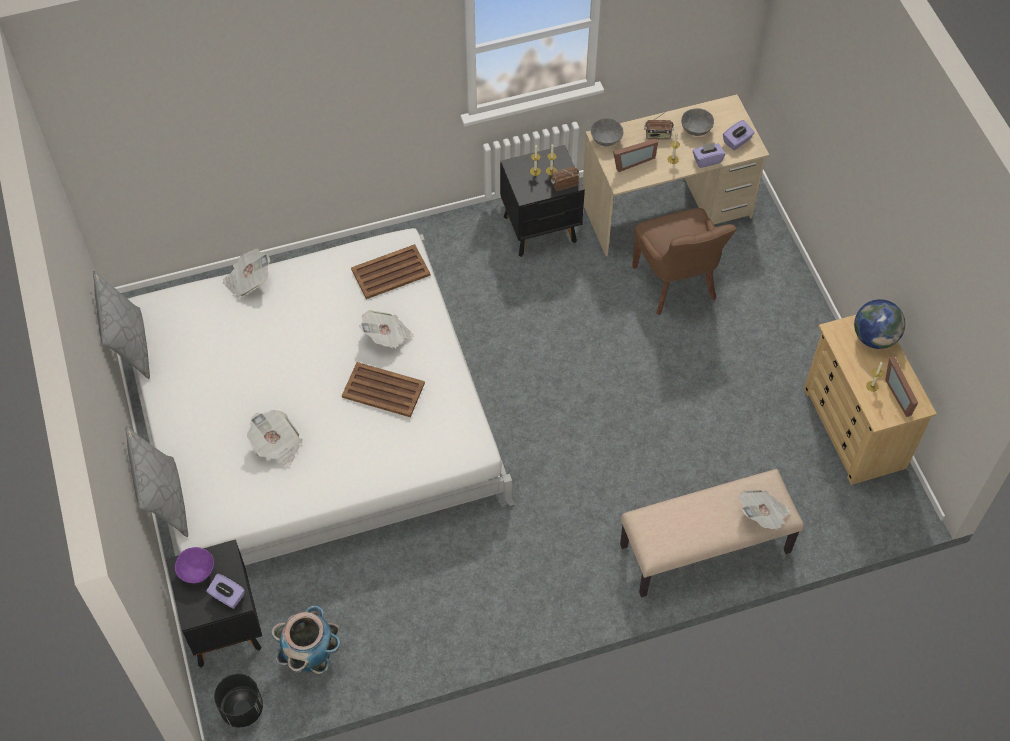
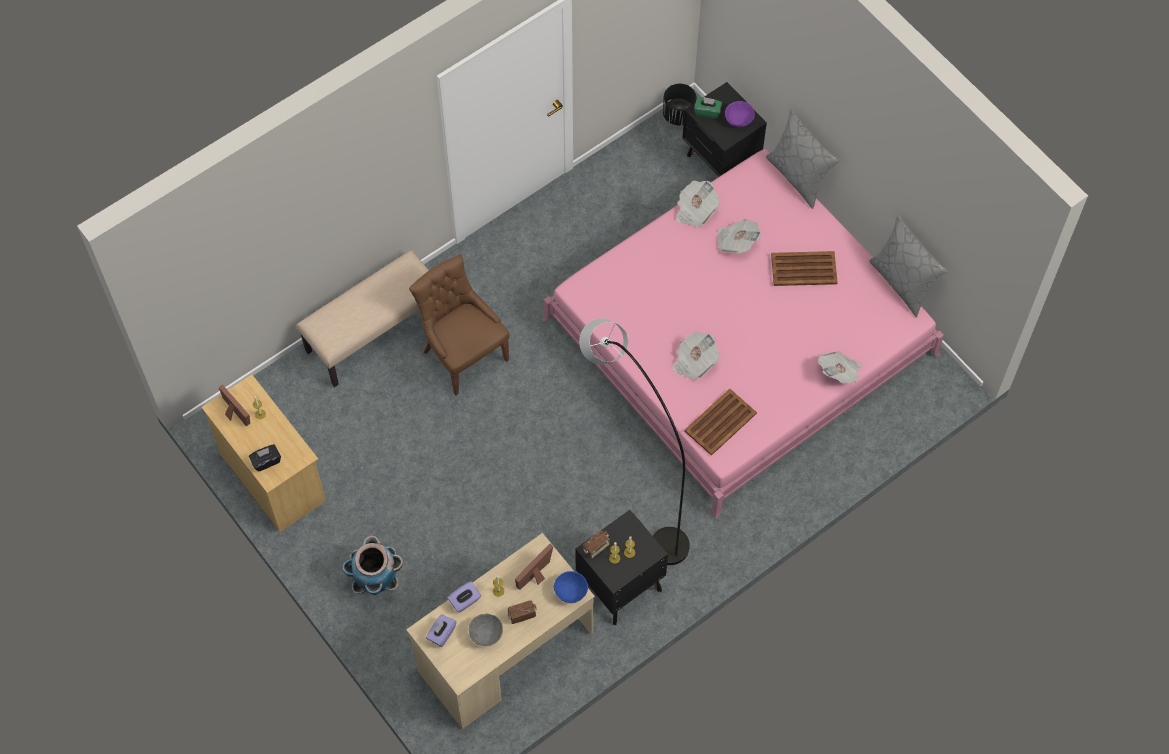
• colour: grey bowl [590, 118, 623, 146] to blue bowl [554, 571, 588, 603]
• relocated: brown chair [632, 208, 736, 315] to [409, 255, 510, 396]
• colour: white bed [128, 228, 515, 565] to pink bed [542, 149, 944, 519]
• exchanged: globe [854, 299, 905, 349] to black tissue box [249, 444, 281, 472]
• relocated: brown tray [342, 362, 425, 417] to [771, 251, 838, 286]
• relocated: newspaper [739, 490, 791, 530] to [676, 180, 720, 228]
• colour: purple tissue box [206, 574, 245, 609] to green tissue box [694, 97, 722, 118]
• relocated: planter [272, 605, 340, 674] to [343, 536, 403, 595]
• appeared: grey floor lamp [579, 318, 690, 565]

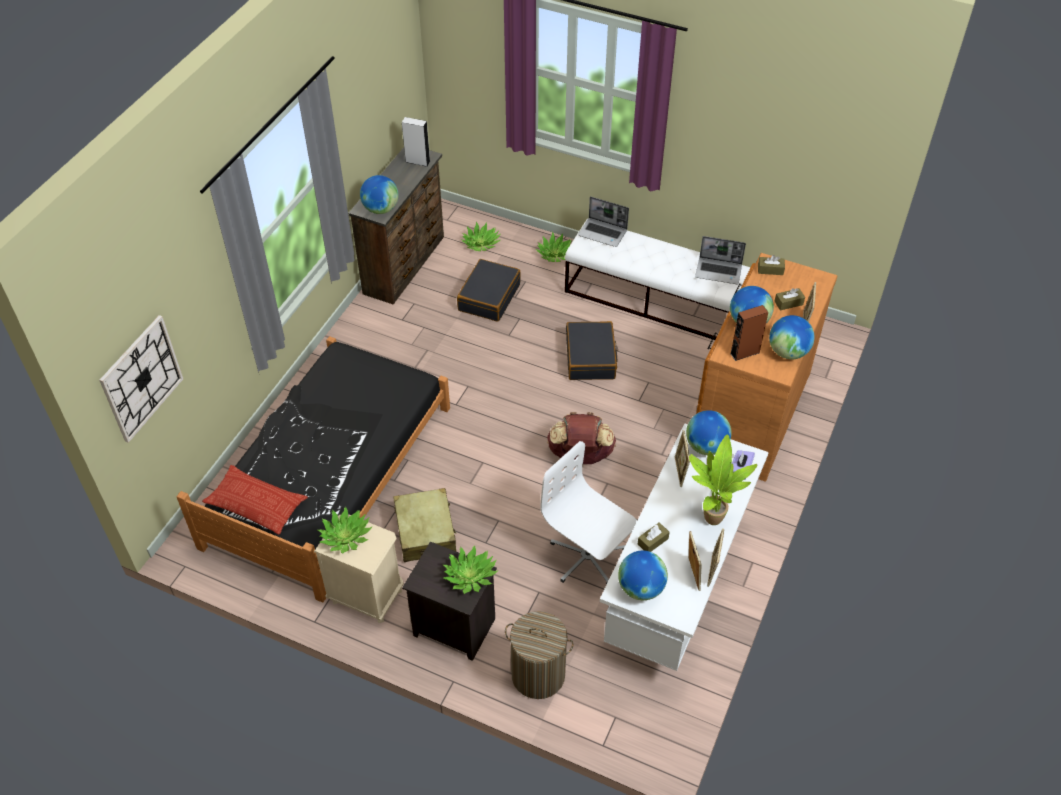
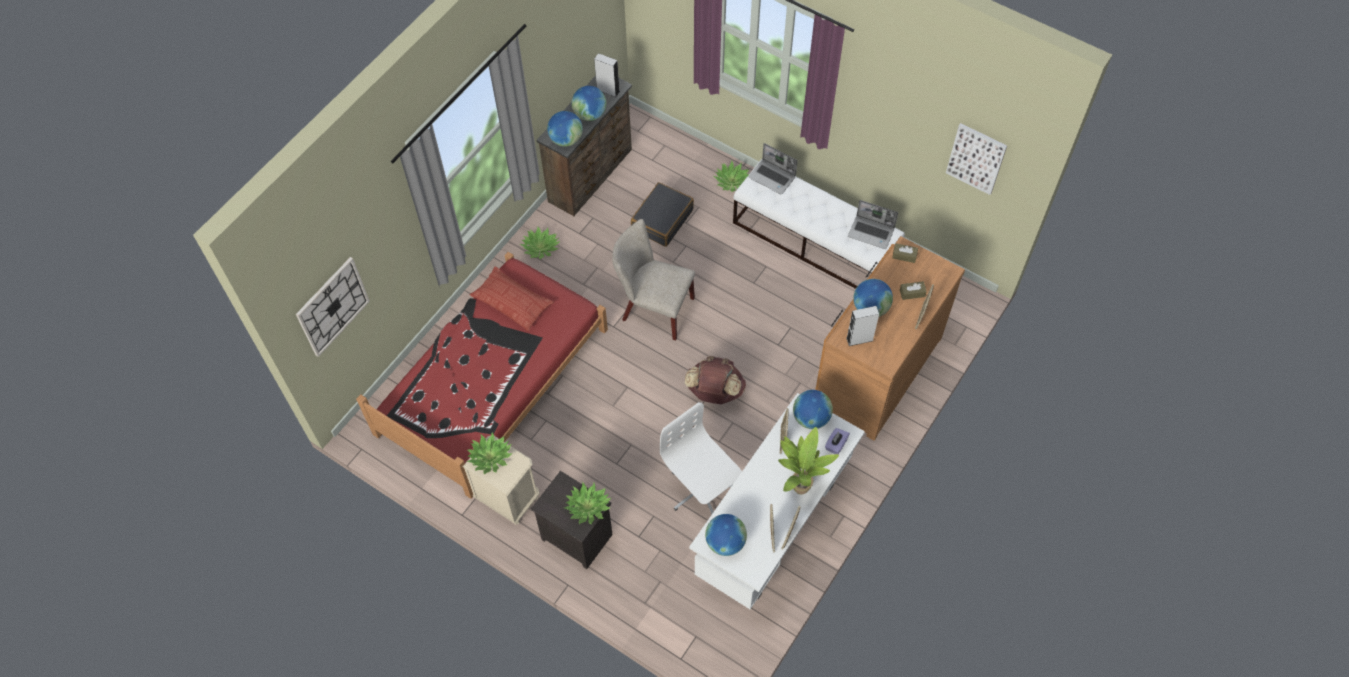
• relocated: potted plant [462, 222, 500, 251] to [520, 226, 560, 259]
• colour: brown speaker [730, 305, 768, 361] to grey speaker [846, 306, 879, 346]
• relocated: globe [769, 315, 815, 359] to [572, 86, 606, 121]
• missing: black suitcase [566, 321, 618, 380]
• colour: black bed [176, 336, 450, 603] to red bed [356, 252, 608, 499]
• relocated: pillow [202, 465, 308, 535] to [470, 266, 554, 331]
• missing: beige suitcase [393, 488, 456, 562]
• missing: brown tissue box [638, 522, 670, 552]
• missing: laundry basket [505, 611, 574, 699]
• appeared: picture [946, 123, 1007, 195]
• appeared: beige chair [612, 219, 695, 340]

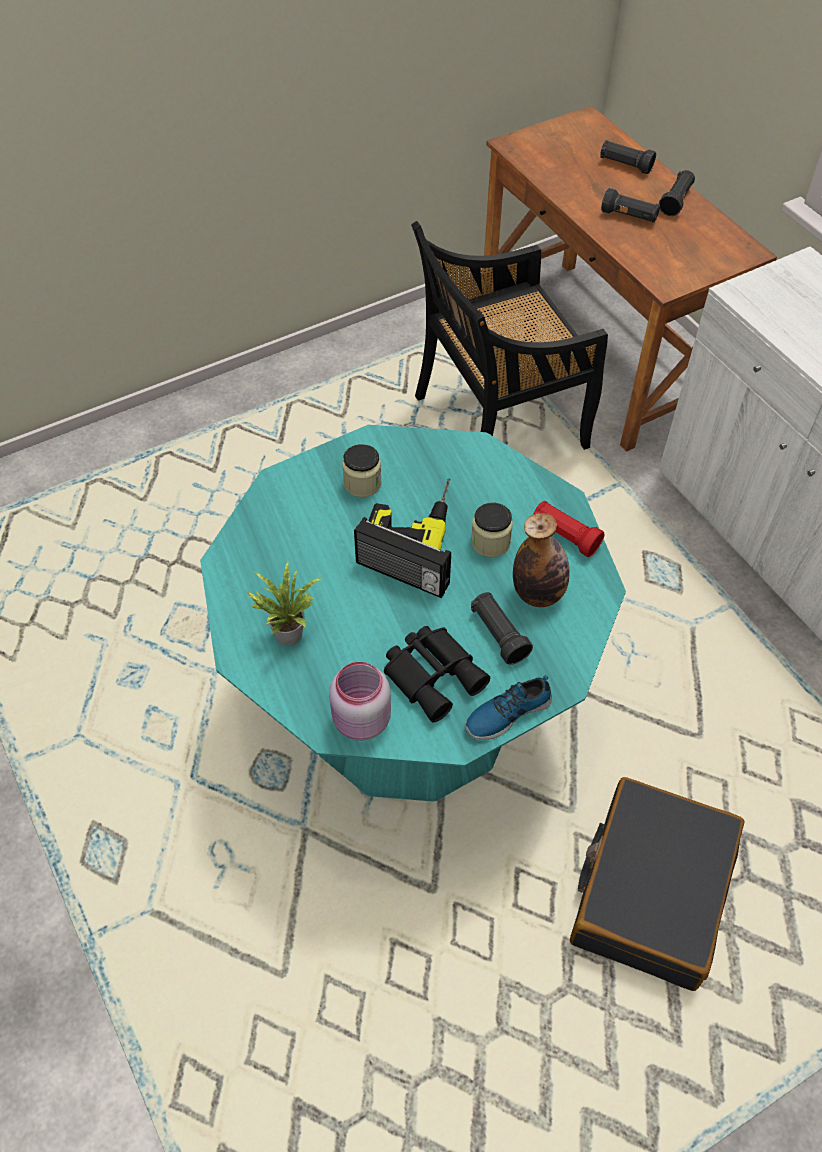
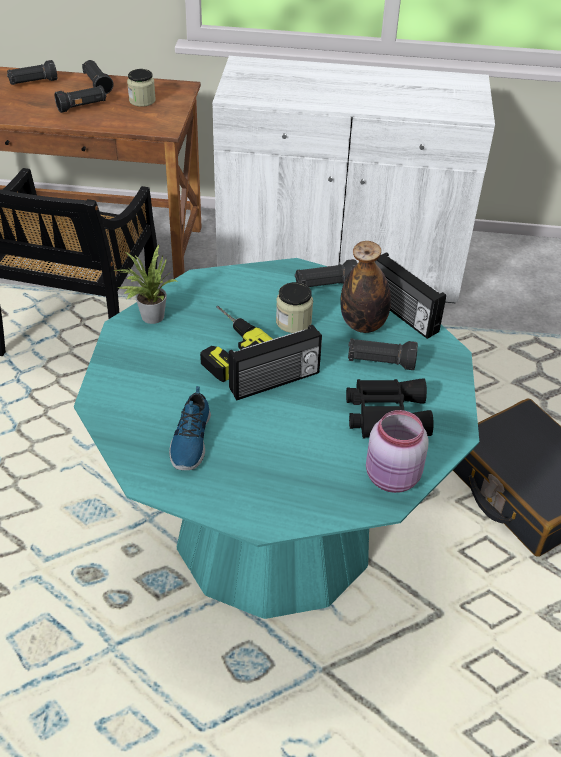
• relocated: jar [342, 444, 382, 497] to [127, 69, 156, 107]
• colour: red flashlight [533, 501, 605, 557] to black flashlight [295, 259, 358, 287]
• relocated: potted plant [246, 560, 323, 646] to [114, 245, 178, 324]
• relocated: shoe [465, 675, 552, 740] to [169, 386, 211, 470]
• appeared: radio [375, 252, 446, 339]

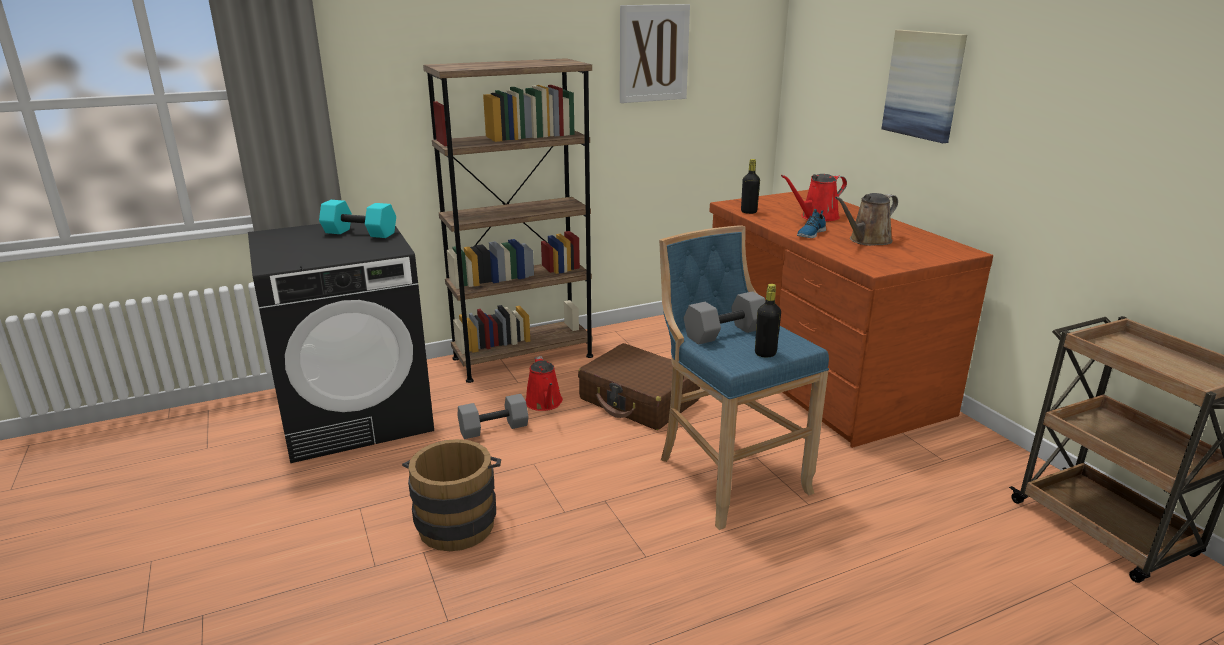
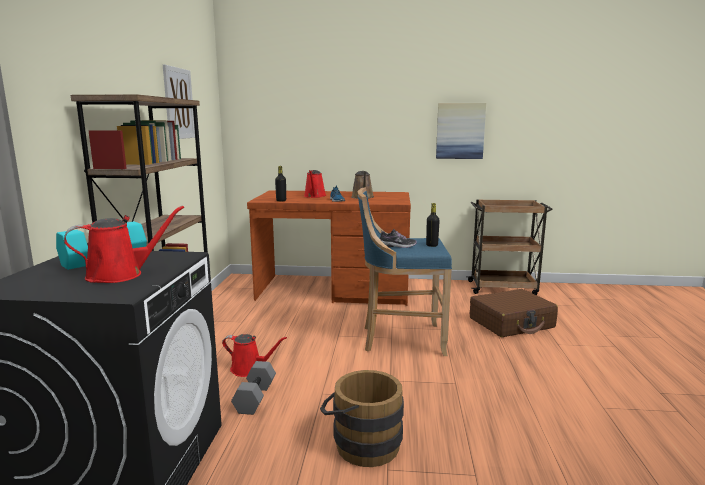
• relocated: picture [882, 30, 967, 143] to [436, 103, 486, 159]
• exchanged: grey dumbbell [684, 291, 765, 345] to shoe [380, 229, 417, 248]
• relocated: brown suitcase [578, 343, 700, 430] to [470, 289, 558, 337]
• appeared: red watering can [64, 206, 184, 283]

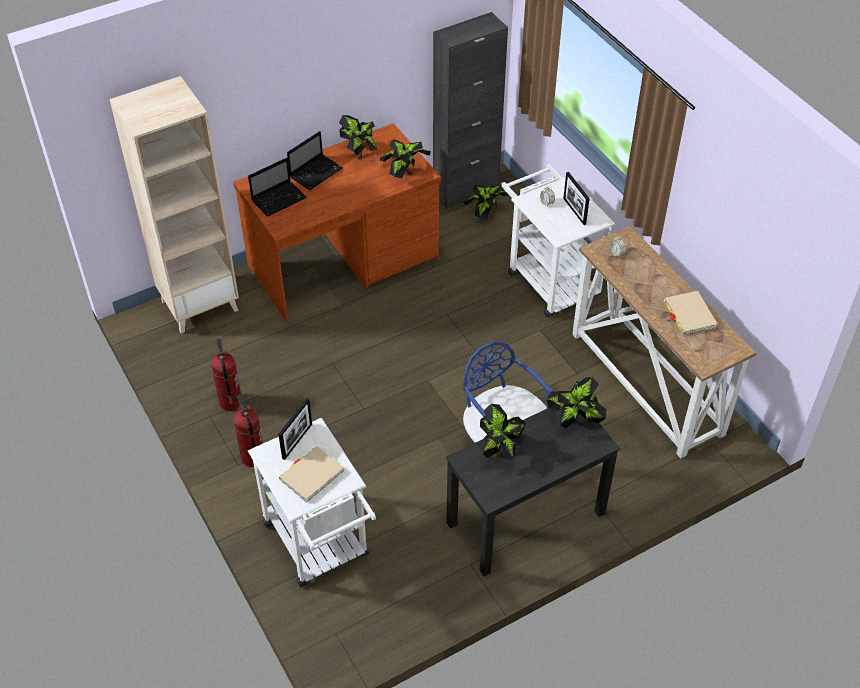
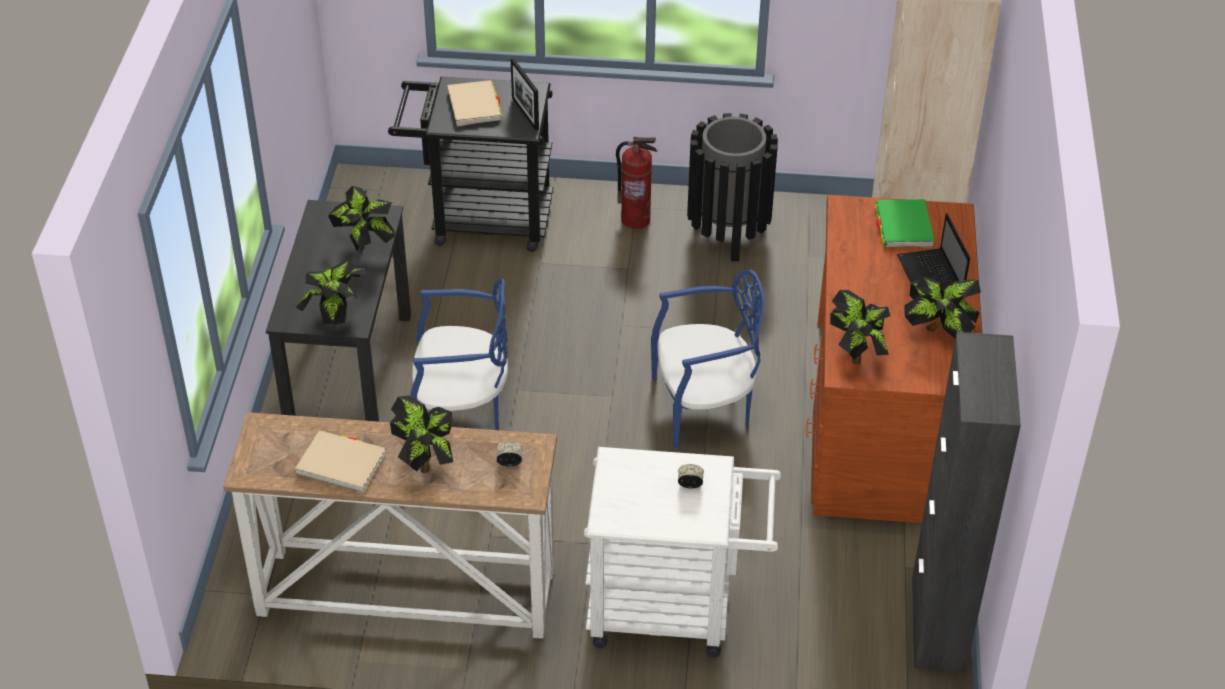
• exchanged: laptop [248, 158, 307, 217] to green book [875, 199, 934, 247]
• missing: picture frame [563, 172, 590, 225]
• relocated: potted plant [463, 185, 509, 219] to [390, 396, 453, 473]
• exchanged: fire extinguisher [211, 338, 241, 411] to black trash can [687, 113, 778, 262]
• colour: white cart [248, 418, 376, 587] to black cart [388, 76, 553, 252]
• appeared: blue chair [651, 270, 765, 448]

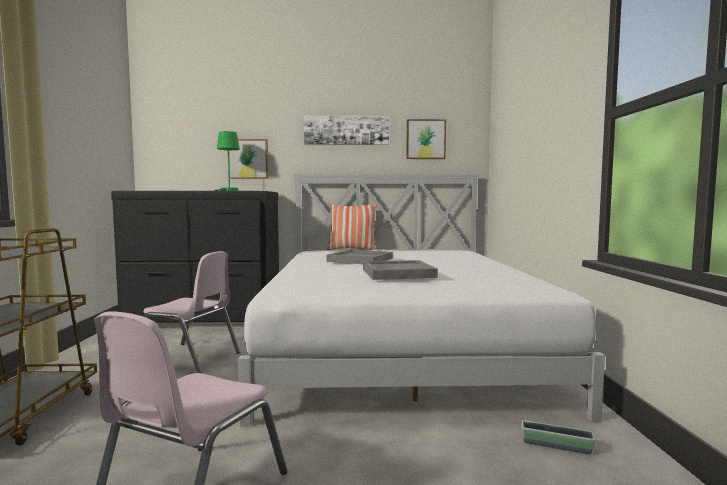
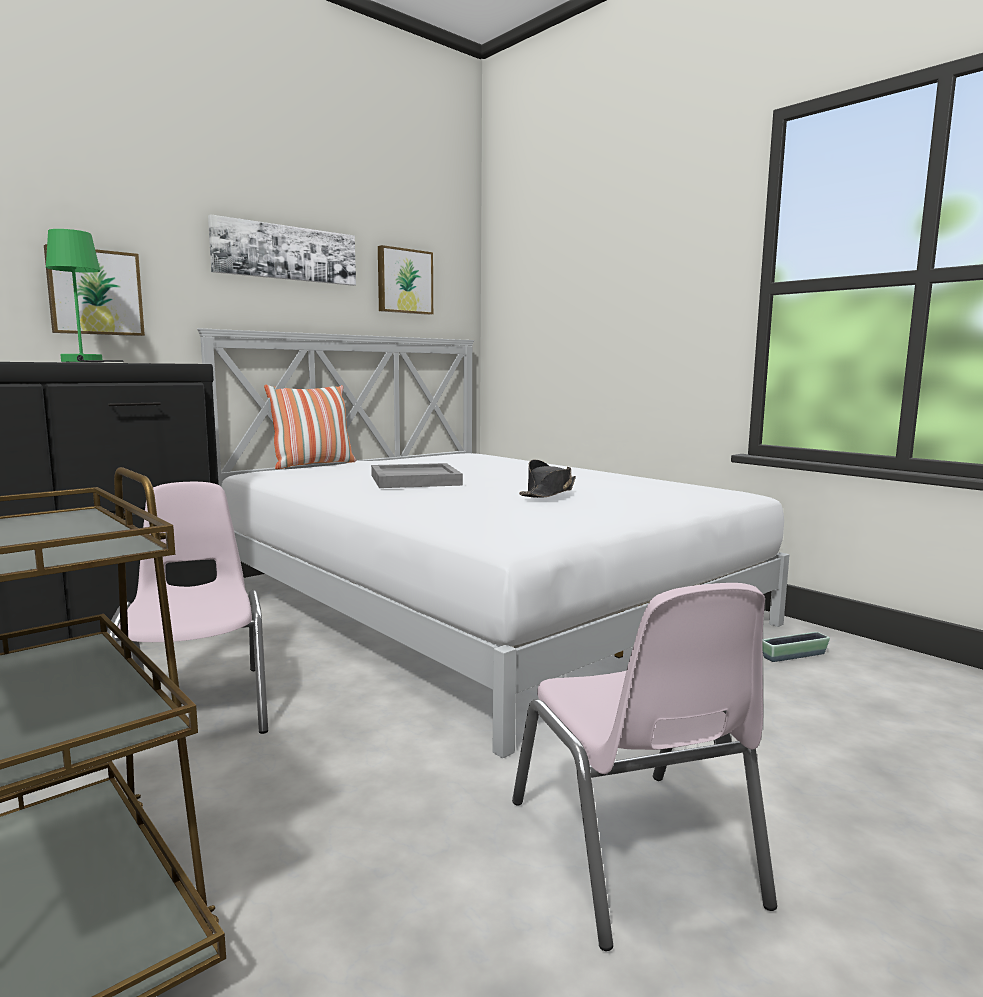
• spun: pink chair [143, 251, 241, 373] = [107, 482, 268, 734] 90 degrees counterclockwise
• exchanged: grey tray [363, 260, 438, 280] to black hat [519, 460, 576, 498]

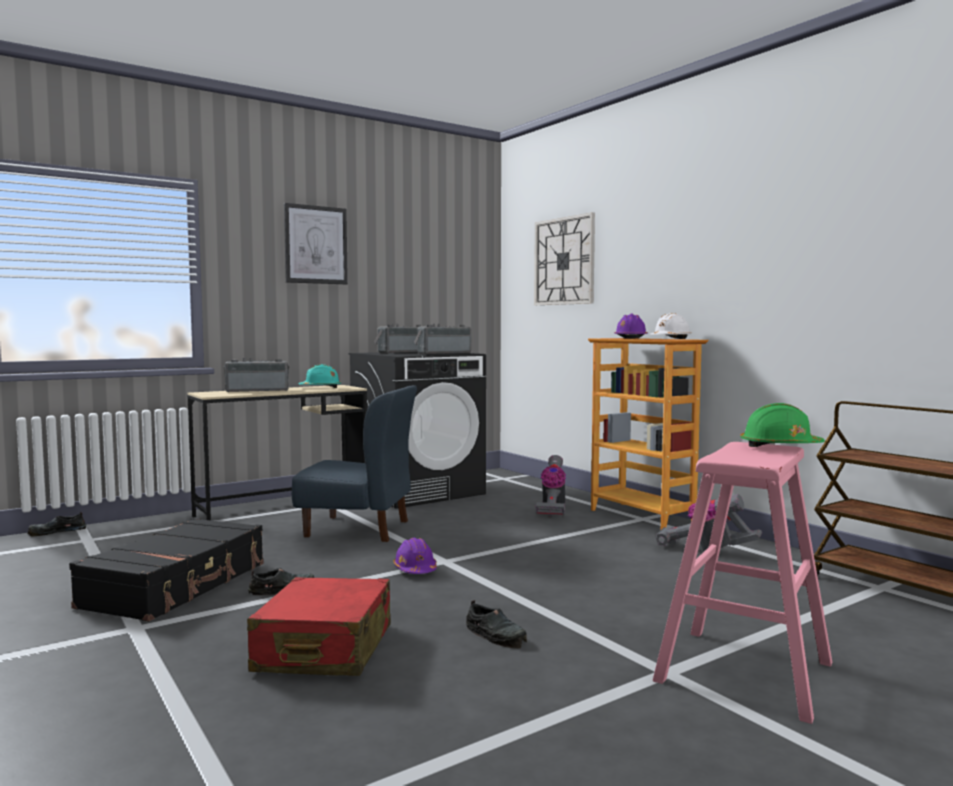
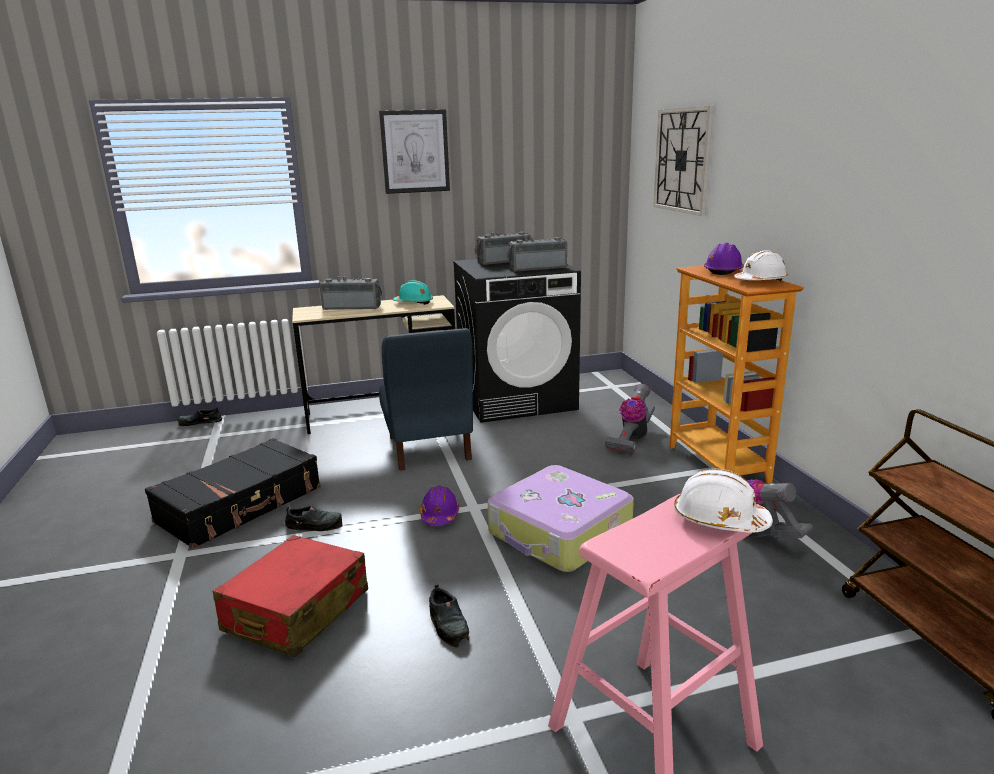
• spun: blue chair [292, 385, 417, 542] = [379, 328, 473, 471] 45 degrees clockwise
• colour: green hard hat [740, 403, 825, 447] to white hard hat [674, 469, 773, 533]
• appeared: suitcase [488, 465, 634, 572]

